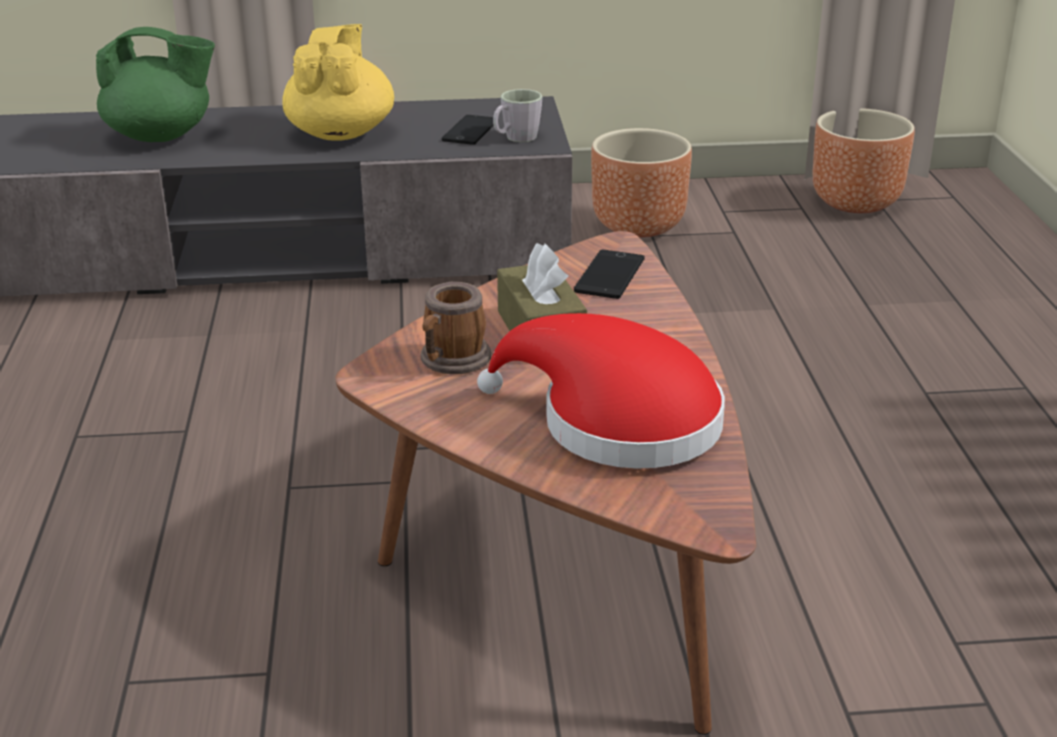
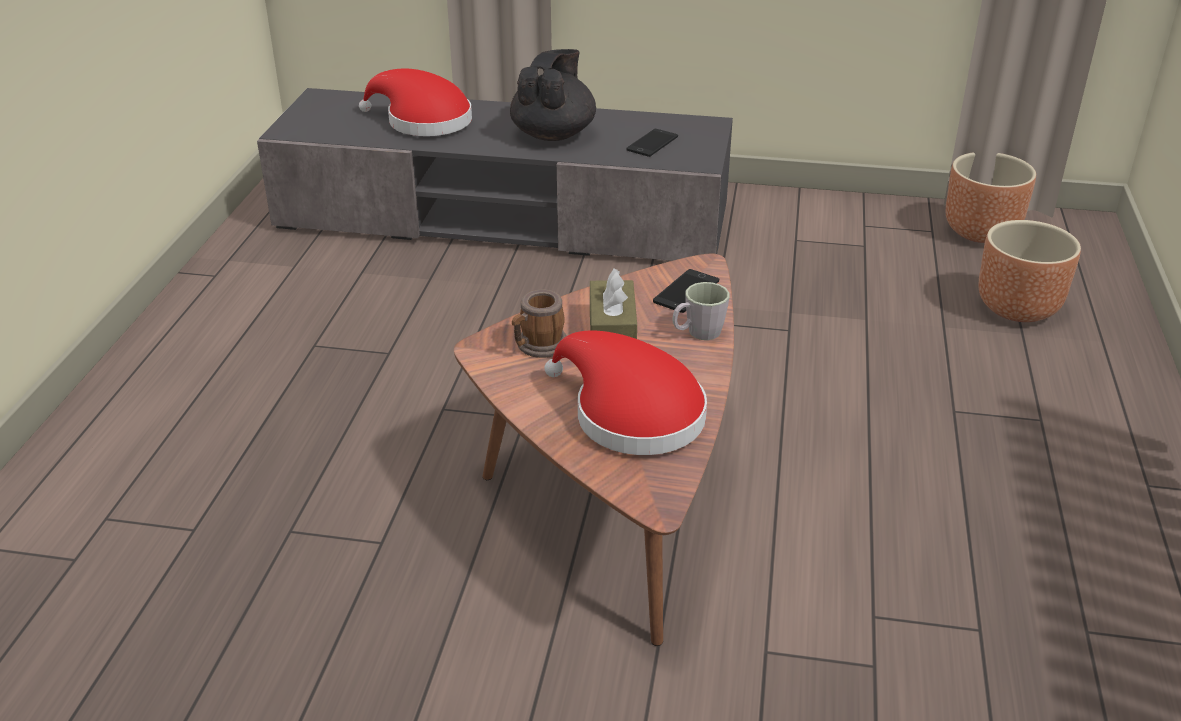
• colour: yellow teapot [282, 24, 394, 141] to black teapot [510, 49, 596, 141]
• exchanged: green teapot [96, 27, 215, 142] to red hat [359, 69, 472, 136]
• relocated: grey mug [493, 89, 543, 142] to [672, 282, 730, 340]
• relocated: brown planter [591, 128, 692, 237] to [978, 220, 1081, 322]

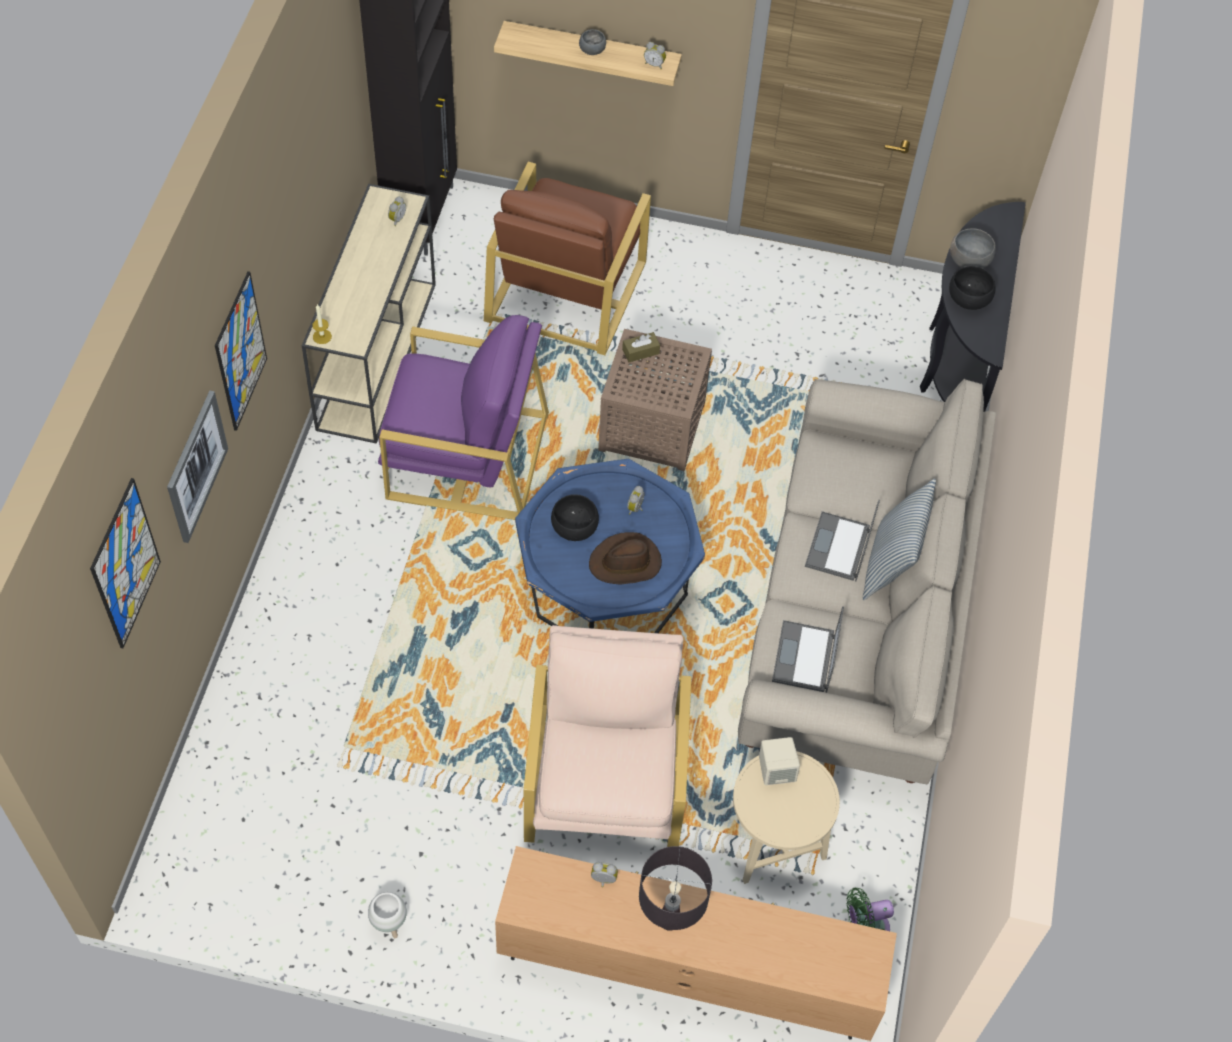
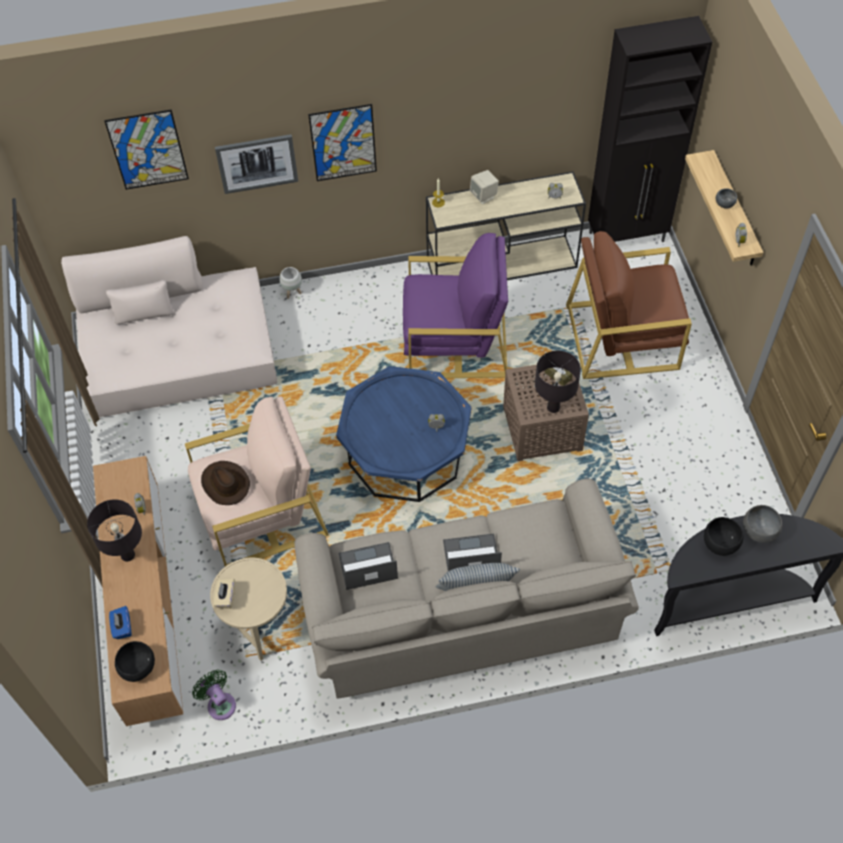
• spun: purple armchair [378, 315, 549, 520] = [403, 233, 508, 378] 75 degrees counterclockwise
• relocated: black bowl [551, 494, 599, 541] to [115, 641, 155, 682]
• relocated: brown hat [589, 532, 662, 585] to [201, 461, 250, 505]
• relocated: beige speaker [759, 737, 800, 785] to [470, 170, 499, 204]
• relocated: white planter [368, 892, 407, 938] to [279, 267, 302, 299]
• appeared: beige sofa [61, 236, 278, 417]
• appeared: black table lamp [535, 351, 581, 413]
• appeared: beige tissue box [213, 578, 235, 609]
• appeared: blue tissue box [109, 606, 132, 639]

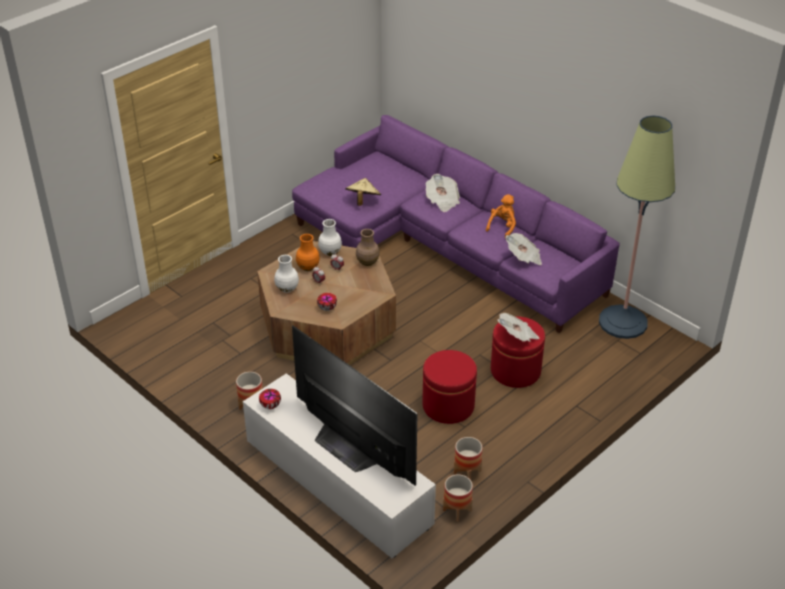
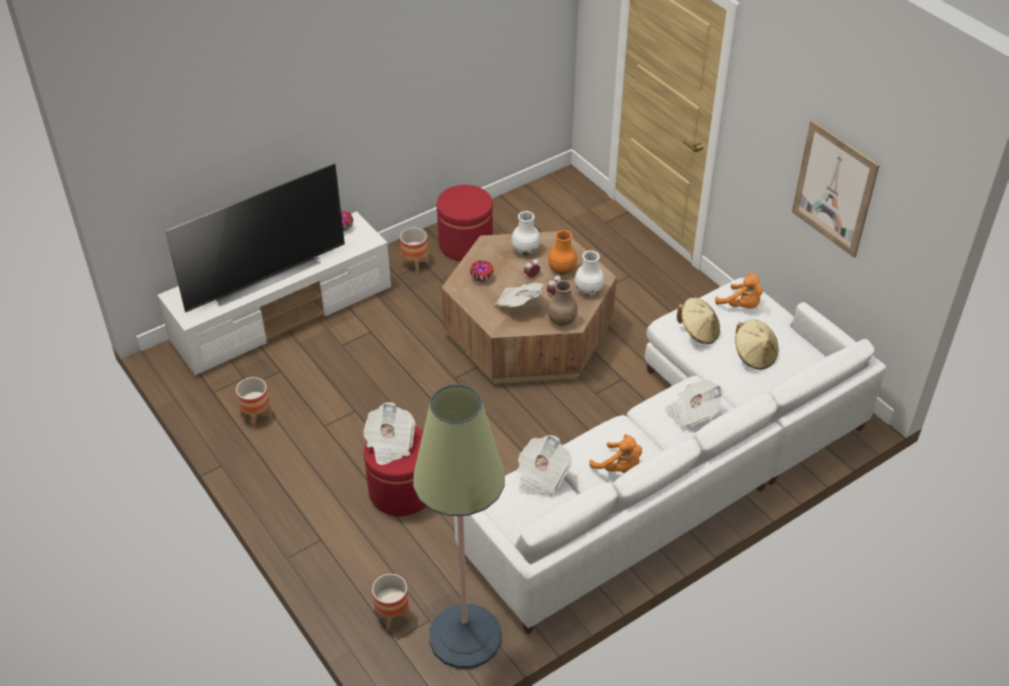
• colour: purple sofa [292, 115, 620, 333] to white sofa [454, 278, 886, 635]
• relocated: red ottoman [422, 350, 477, 424] to [437, 185, 493, 261]
• relocated: planter [443, 474, 473, 522] to [372, 574, 410, 631]
• appeared: picture [792, 120, 880, 258]
• appeared: orange plush toy [715, 273, 763, 309]
• appeared: newspaper [495, 282, 544, 307]
• appeared: beige hat [735, 320, 778, 370]

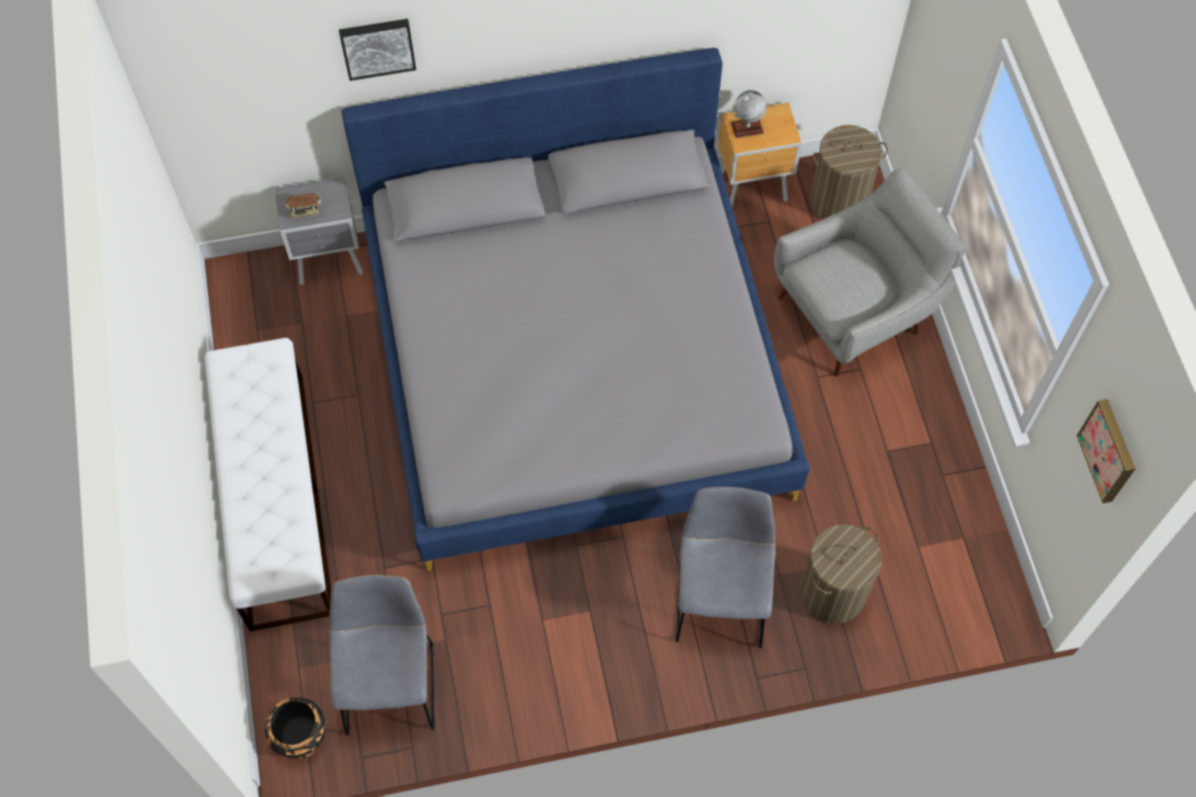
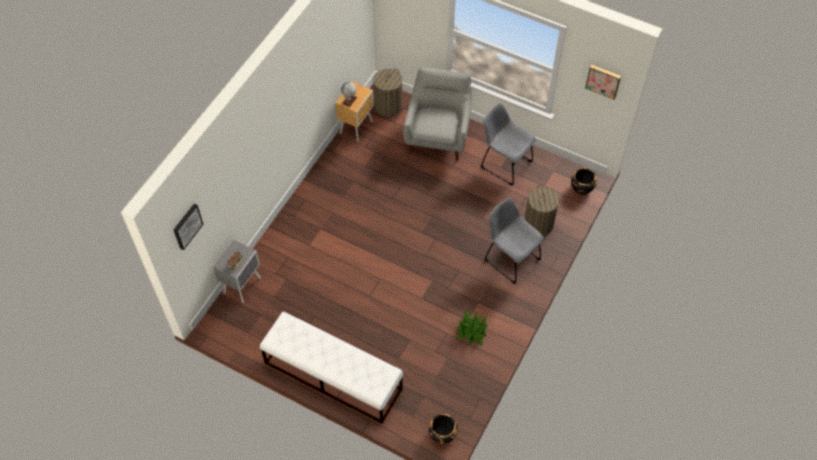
• relocated: picture [339, 19, 416, 81] to [174, 204, 204, 250]
• missing: grey bed [341, 48, 810, 571]
• relocated: grey chair [329, 575, 435, 735] to [481, 103, 536, 185]
• appeared: black planter [571, 168, 597, 195]
• appeared: potted plant [457, 309, 488, 345]

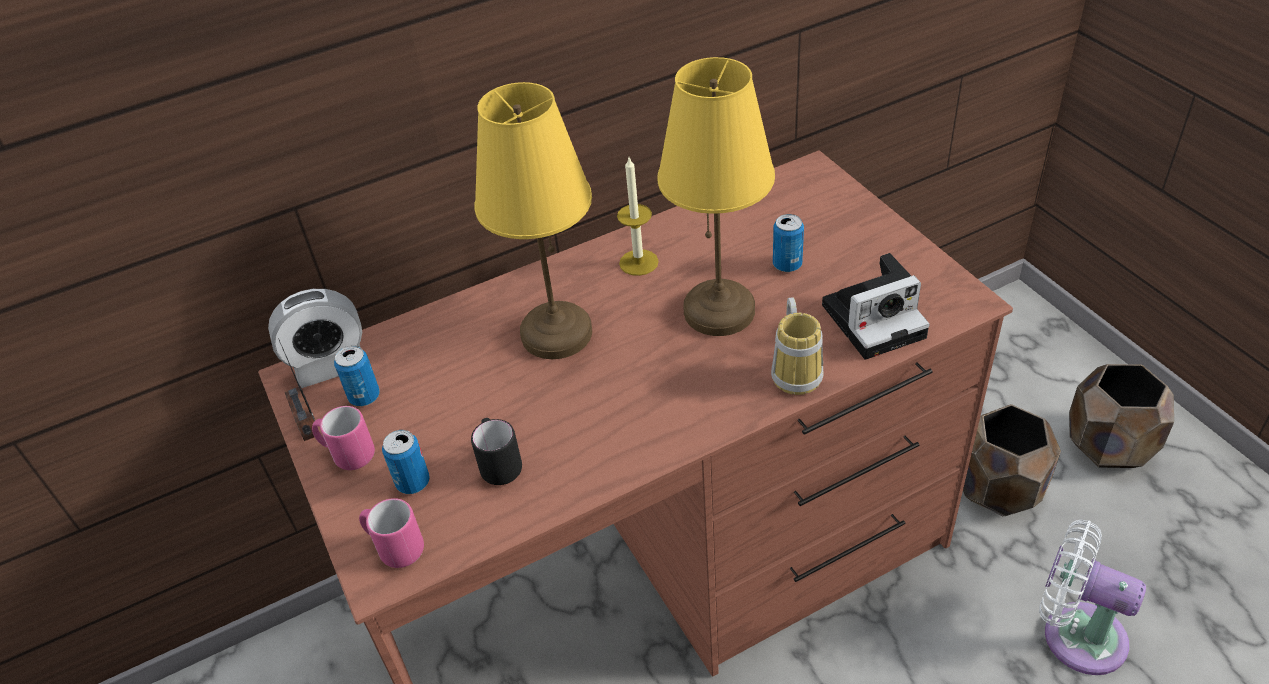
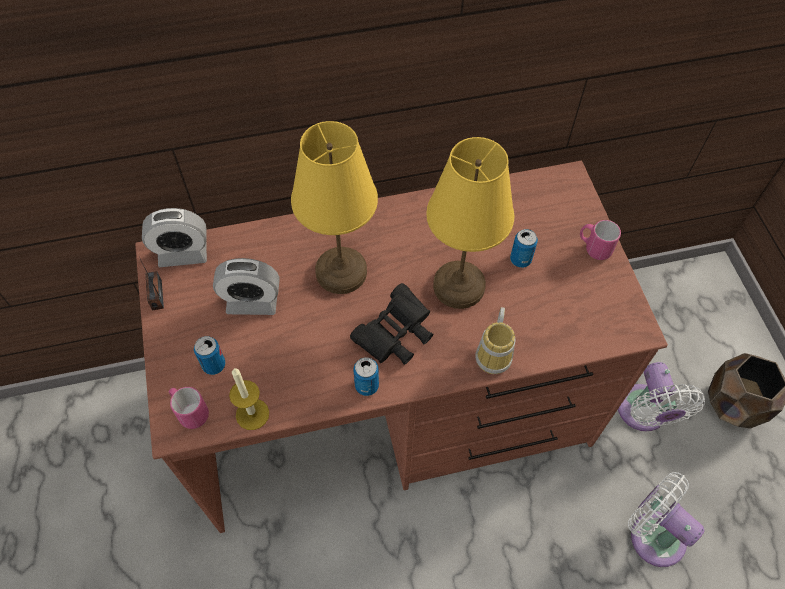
• relocated: candle [617, 158, 659, 276] to [229, 368, 269, 430]
• missing: photo camera [822, 253, 930, 360]
• relocated: can [334, 346, 380, 406] to [353, 357, 379, 396]
• exchanged: brown planter [963, 404, 1061, 516] to white fan [618, 362, 705, 432]
• relocated: pink mug [312, 406, 375, 470] to [580, 220, 621, 260]
• missing: black mug [471, 418, 522, 485]
• appeared: alarm clock [213, 258, 279, 315]
• appeared: black binoculars [350, 283, 433, 365]

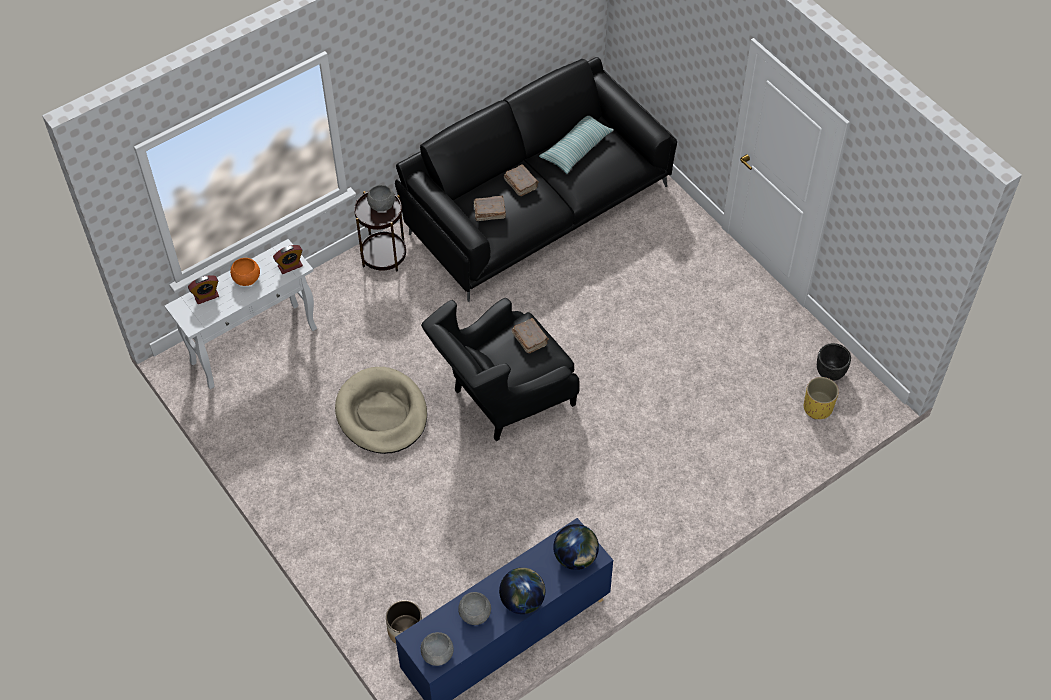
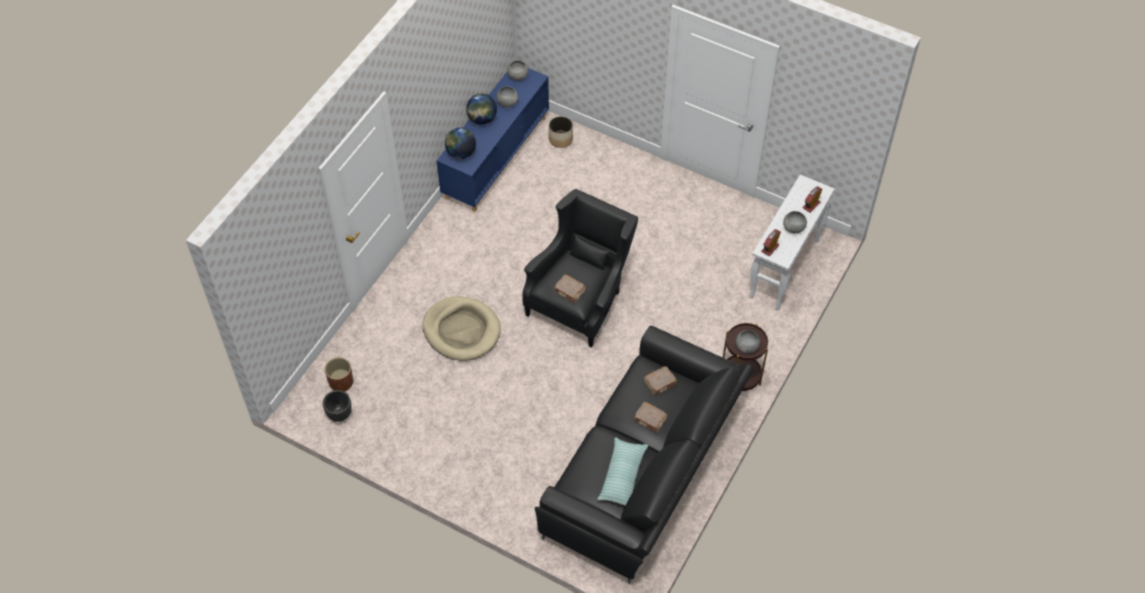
• colour: orange bowl [230, 258, 260, 286] to grey bowl [783, 211, 807, 234]
• relocated: beige dog bed [335, 367, 427, 454] to [422, 296, 501, 361]
• colour: yellow planter [804, 377, 839, 419] to brown planter [325, 357, 353, 391]

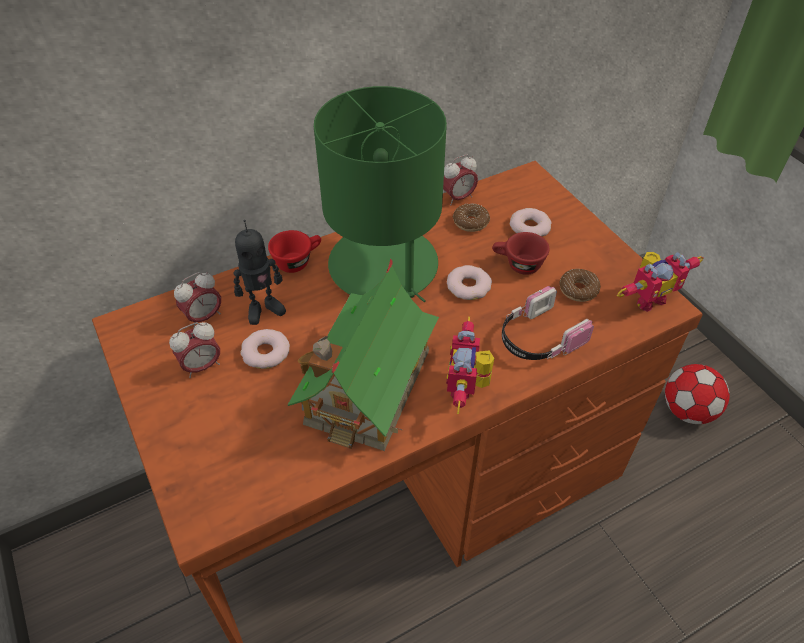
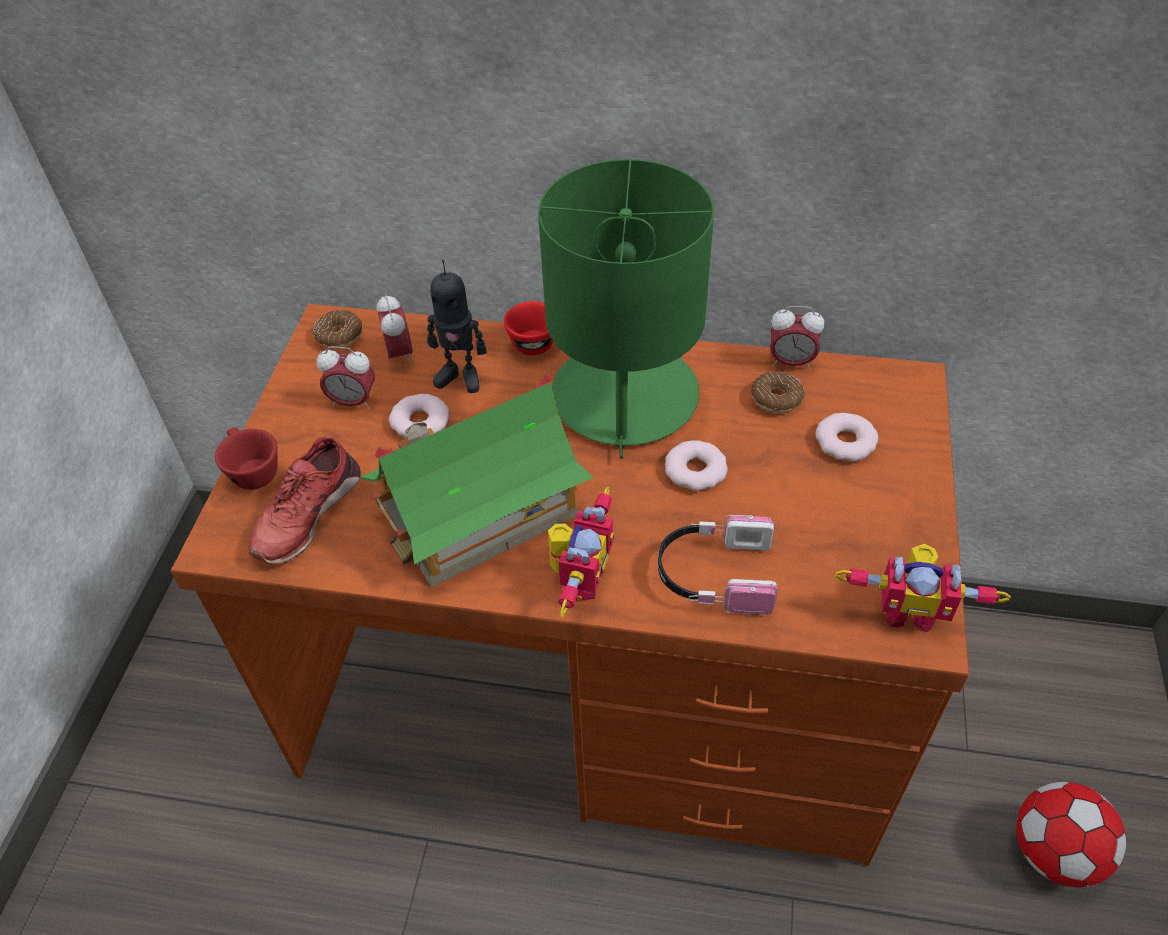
• relocated: red cup [492, 232, 549, 275] to [215, 428, 278, 490]
• relocated: donut [559, 269, 601, 302] to [313, 310, 363, 349]
• spun: alarm clock [174, 272, 221, 327] = [377, 293, 413, 365] 105 degrees counterclockwise
• spun: toy robot [446, 316, 495, 414] = [548, 487, 614, 617] 150 degrees clockwise
• appeared: red shoe [248, 437, 361, 564]

